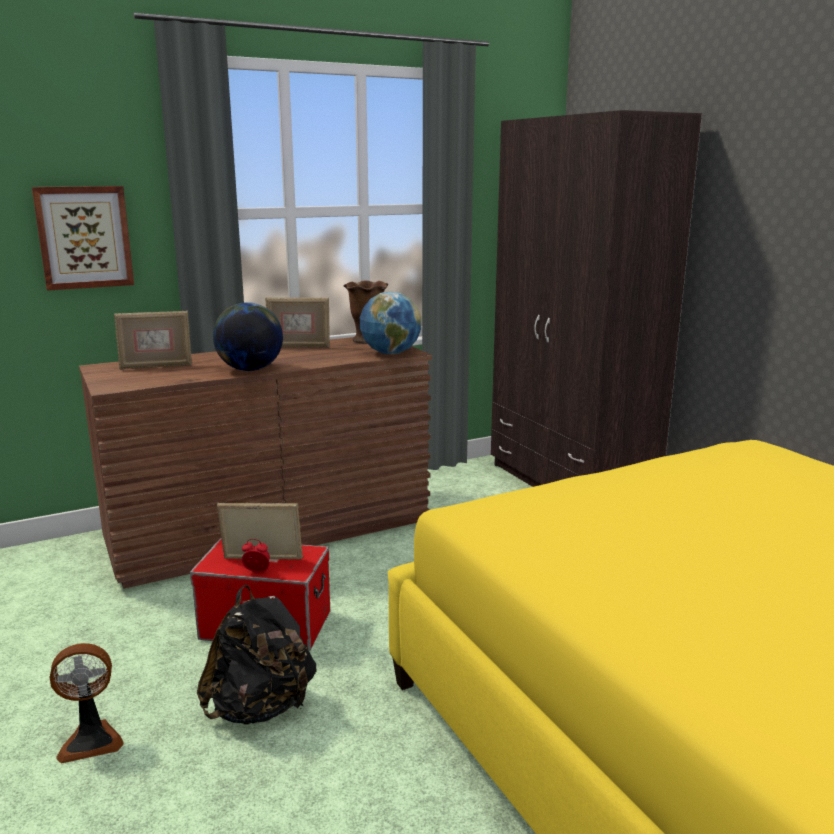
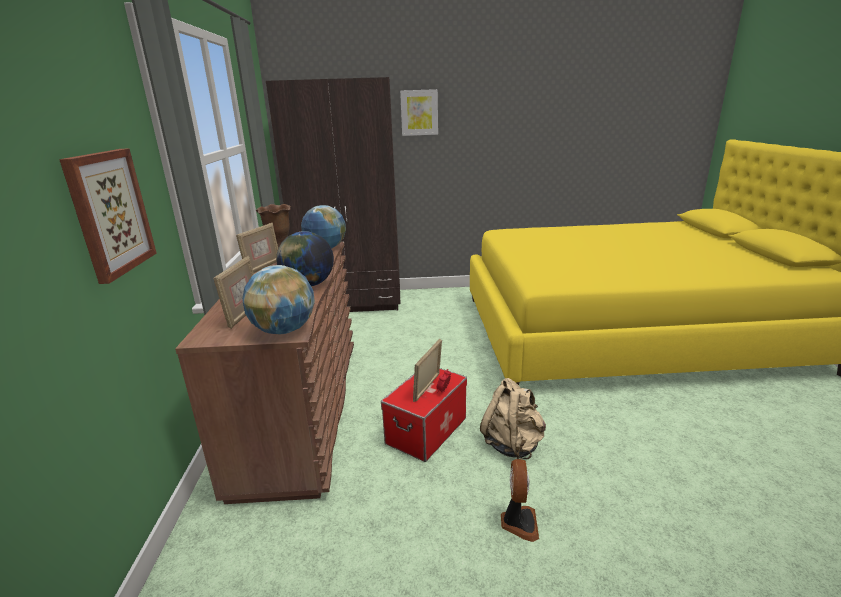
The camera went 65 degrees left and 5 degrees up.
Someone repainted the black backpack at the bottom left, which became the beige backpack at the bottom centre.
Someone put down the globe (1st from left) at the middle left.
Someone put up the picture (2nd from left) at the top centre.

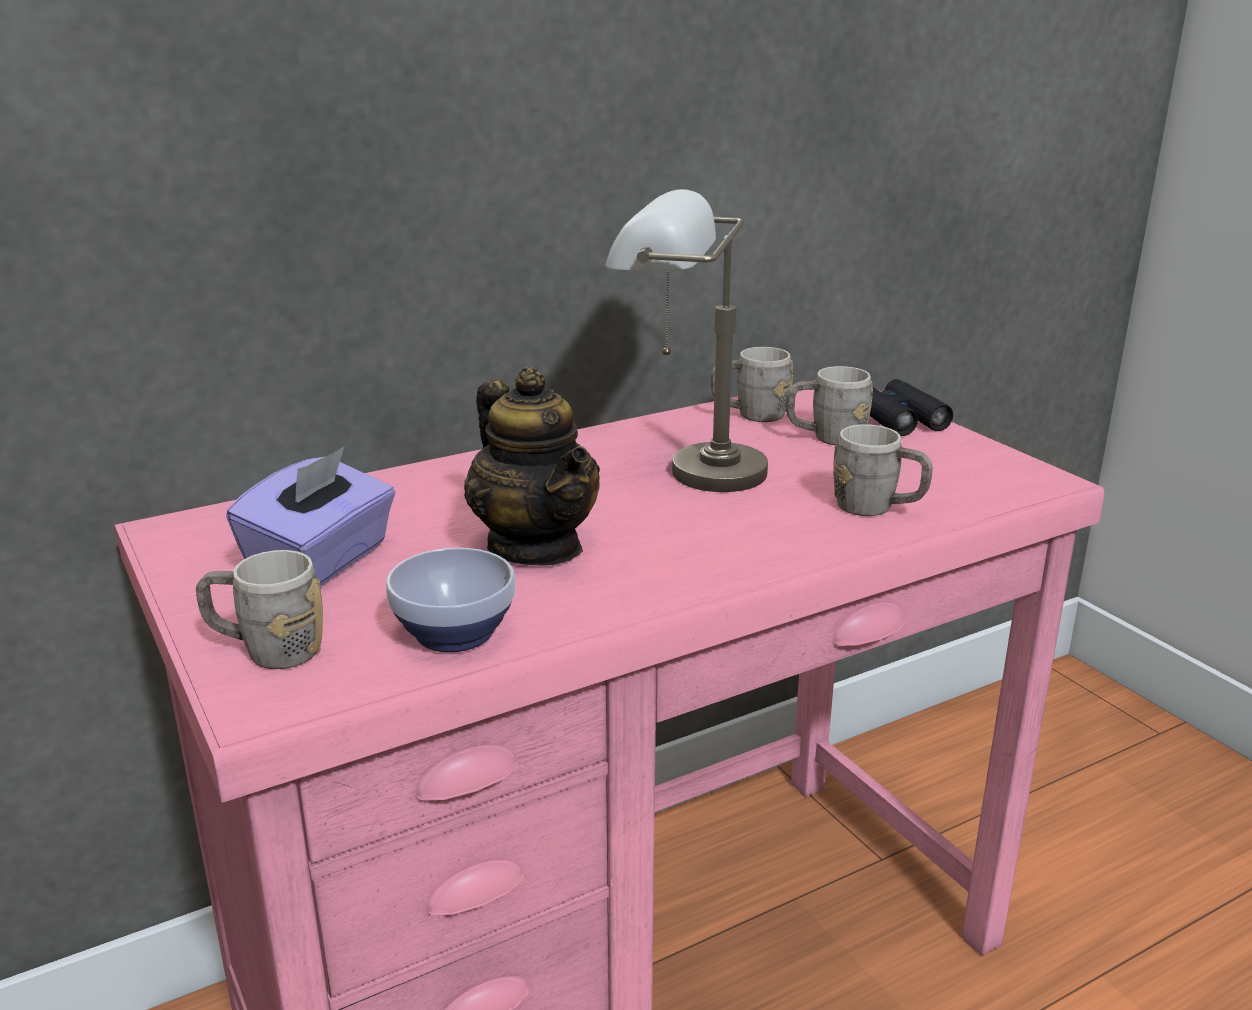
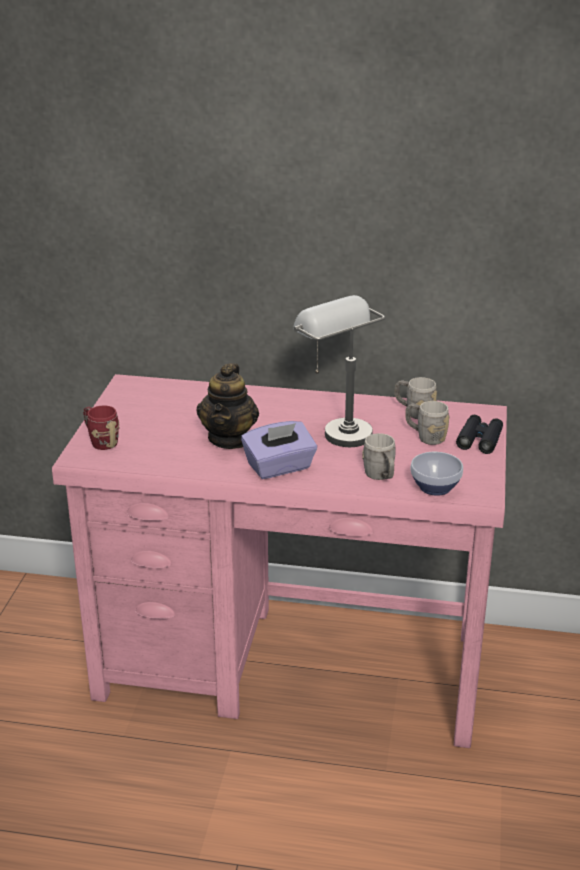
The camera went 40 degrees right and 5 degrees up.
Someone repainted the grey mug (1st from left) at the middle left, which became the red mug at the middle left.
Someone carried the purple tissue box from the middle left to the centre.
Someone carried the bowl from the centre to the middle right.

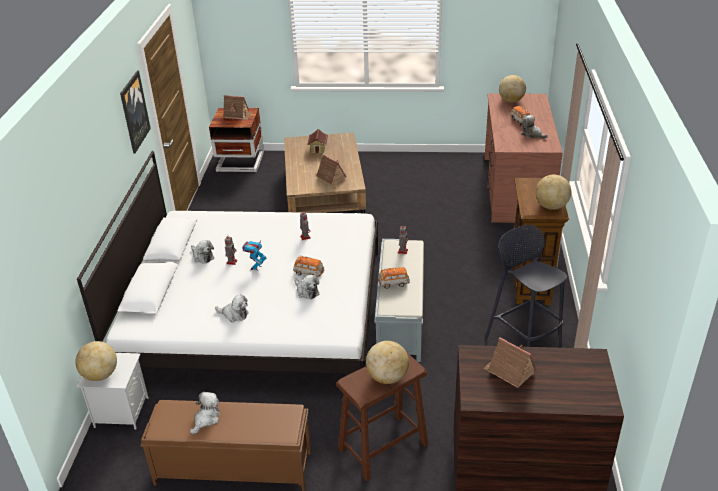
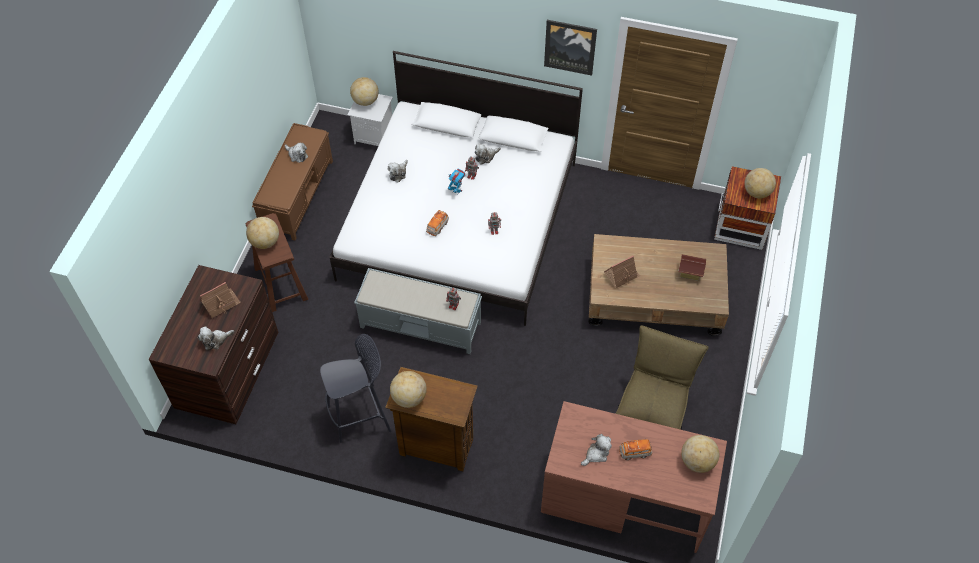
The camera went 100 degrees right and 20 degrees up.
Someone swapped the toy house (1st from left) at the top left for the globe (5th from left) at the top right.
Someone carried the plush toy (4th from left in the first image) from the centre to the middle left.
Someone took away the toy car (2nd from left) at the centre.
Someone put down the beige office chair at the bottom right.

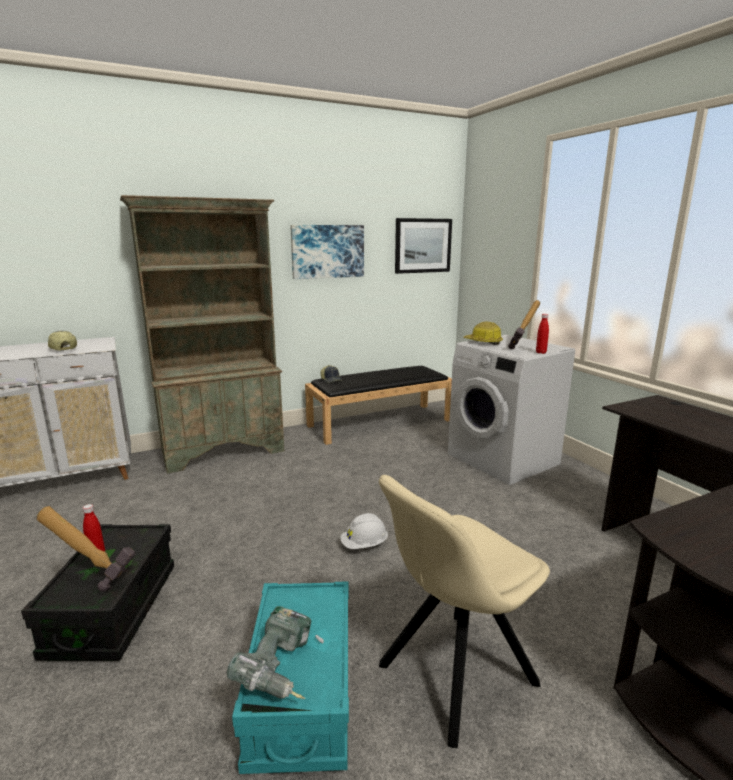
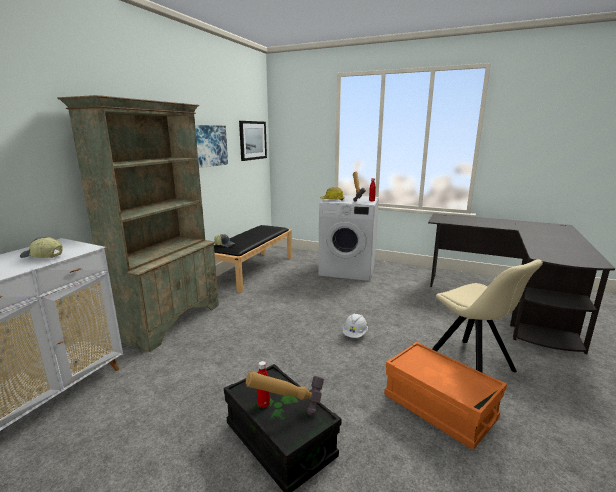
The camera went 40 degrees left and 0 degrees up.
Someone took away the power drill at the bottom centre.
Someone repainted the turquoise storage box at the bottom centre, which became the orange storage box at the bottom right.
Someone rotated the beige chair at the bottom centre by 45 degrees counterclockwise.

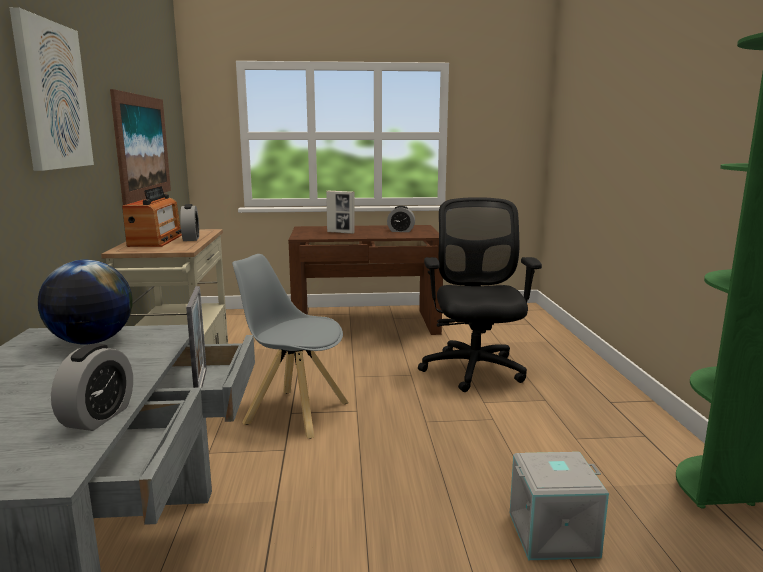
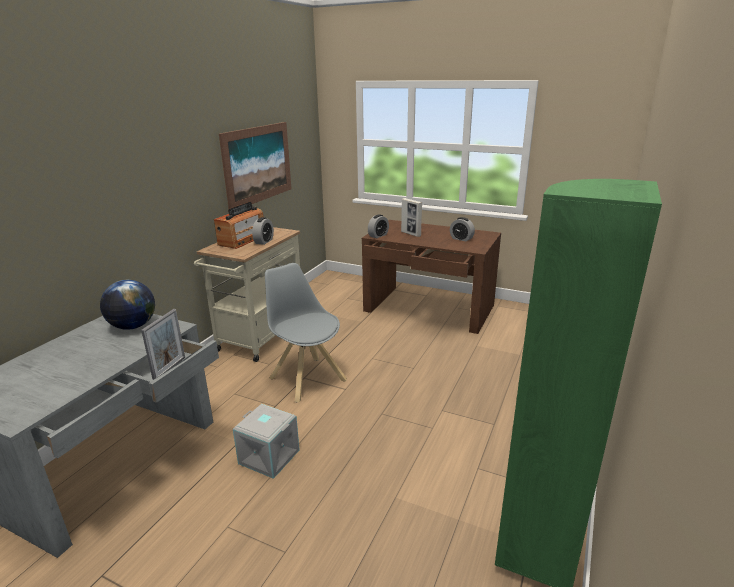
The camera went 30 degrees right and 10 degrees up.
Someone took away the picture (1st from left) at the top left.
Someone carried the alarm clock (1st from left in the first image) from the bottom left to the centre.
Someone took away the black office chair at the centre.
Someone carried the grey storage box from the bottom right to the bottom centre.

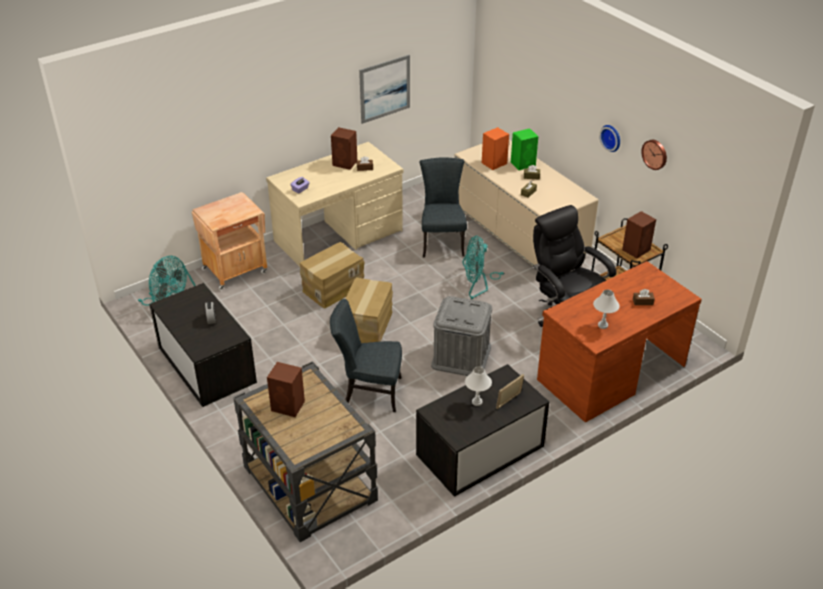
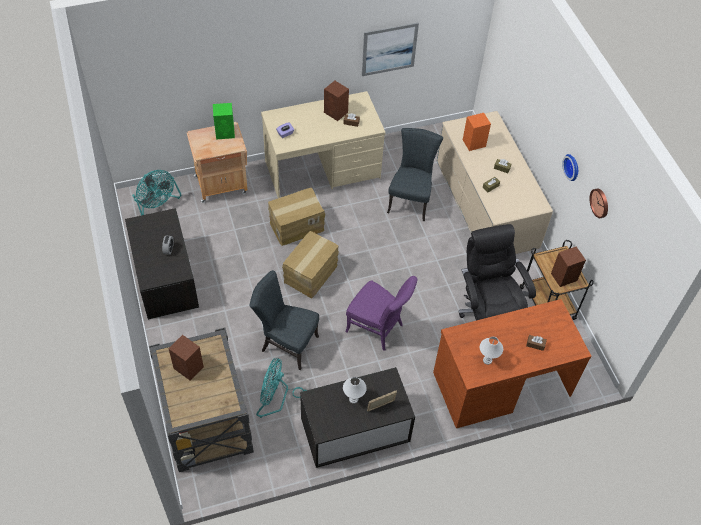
The camera went 15 degrees right and 15 degrees up.
Someone swapped the grey storage box at the centre for the purple chair at the centre.
Someone carried the turquoise fan (2nd from left) from the centre to the bottom centre.
Someone carried the green speaker from the top centre to the top left.

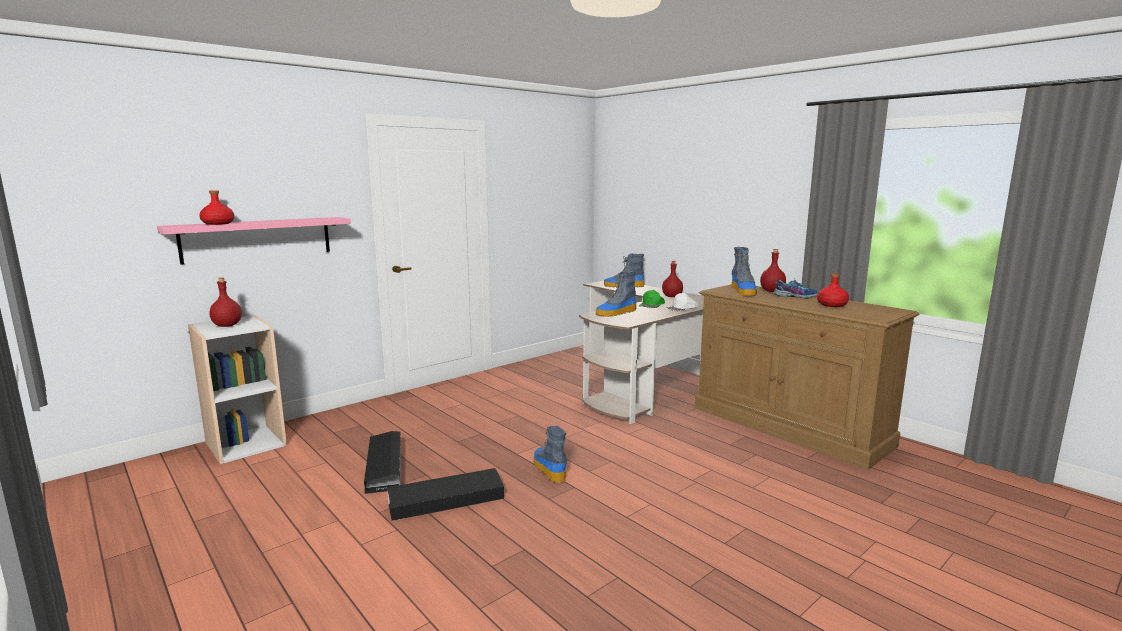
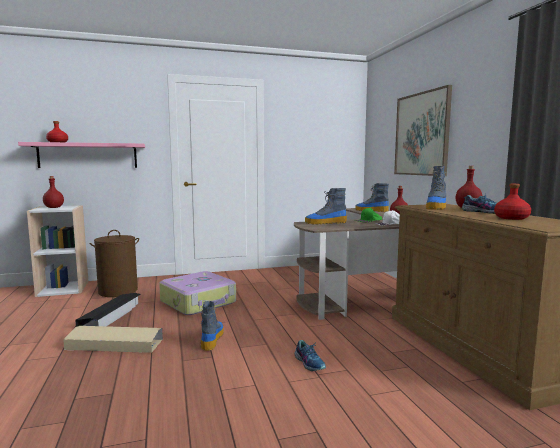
The camera went 25 degrees right and 5 degrees down.
Someone repainted the black storage box (2nd from left) at the bottom centre, which became the beige storage box at the bottom left.
Someone put down the brown laundry basket at the middle left.
Someone put down the suitcase at the centre.
Someone put down the shoe (1st from left) at the bottom centre.
Someone put up the picture at the top right.

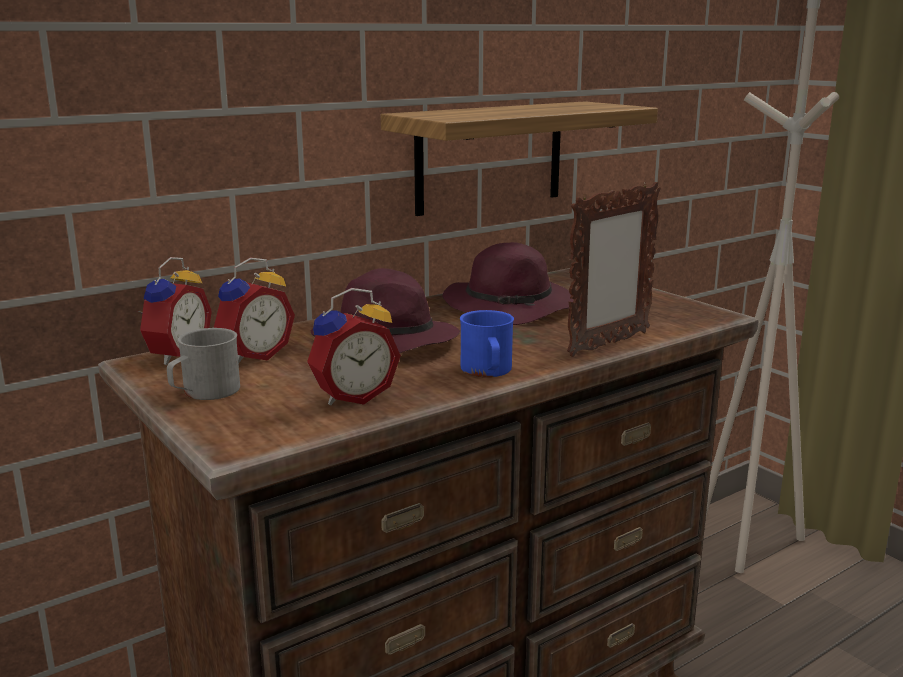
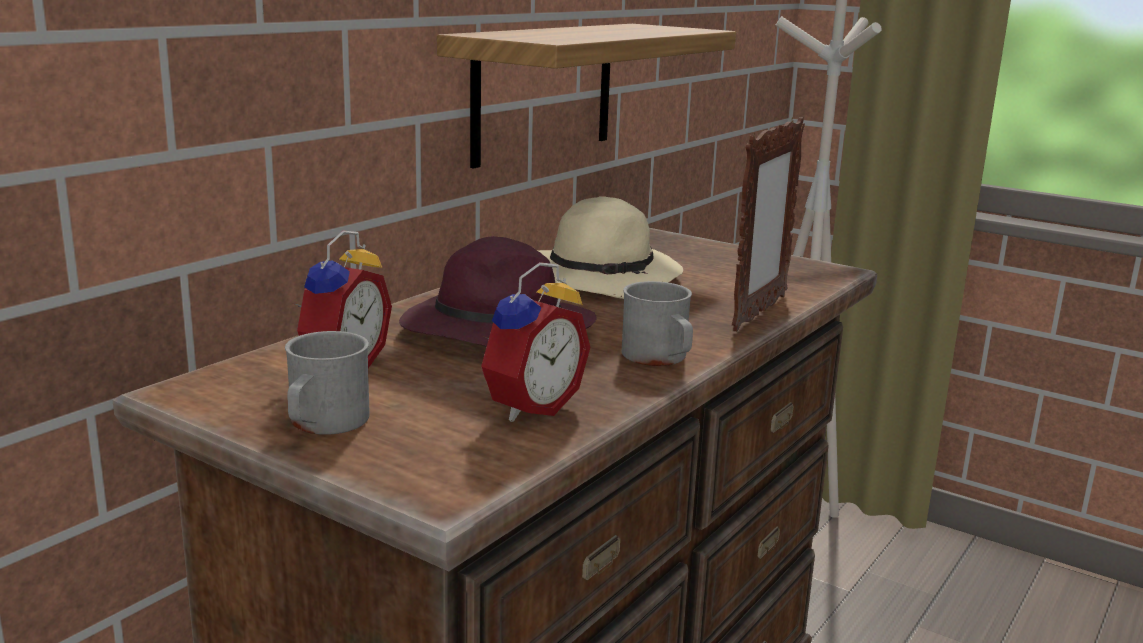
The camera went 20 degrees left and 0 degrees up.
Someone took away the alarm clock (1st from left) at the middle left.
Someone repainted the purple hat (2nd from left) at the centre, which became the beige hat at the centre.
Someone repainted the blue mug at the centre, which became the grey mug (2nd from left) at the centre.

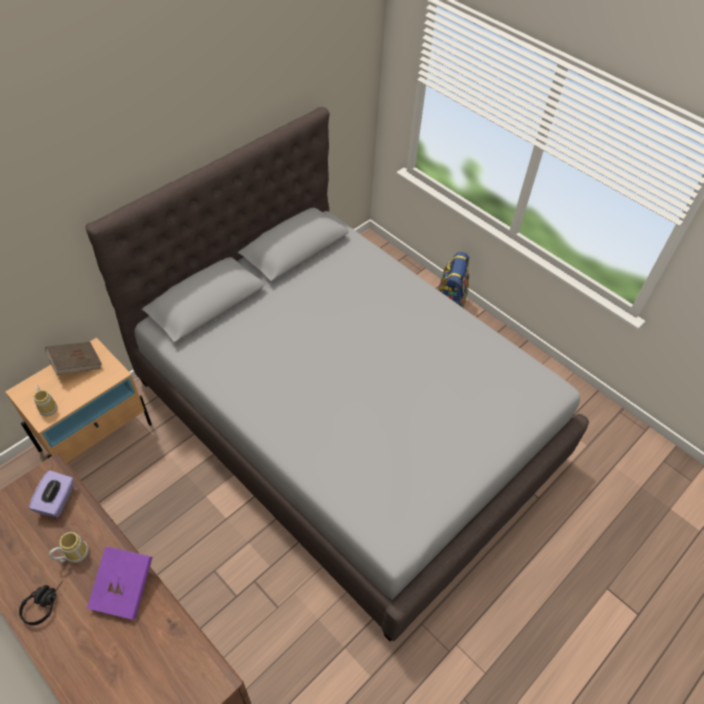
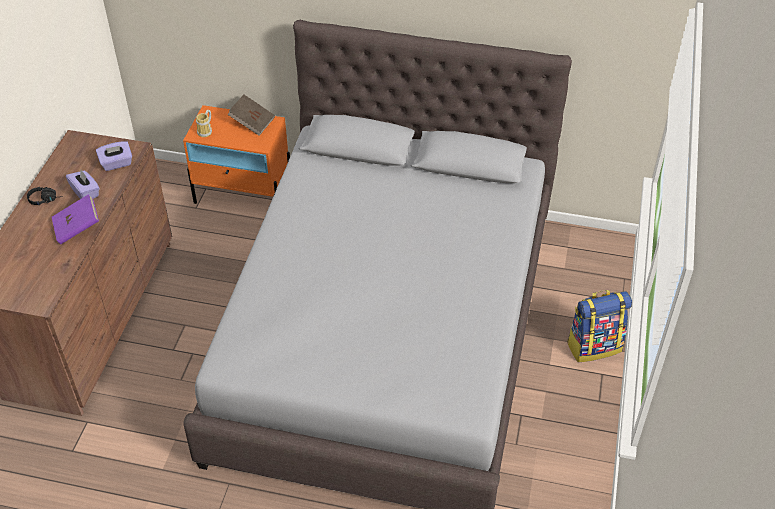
The camera went 60 degrees right and 5 degrees down.
Someone repainted the beige nightstand at the middle left, which became the orange nightstand at the top left.
Someone swapped the mug (2nd from left) at the bottom left for the purple tissue box (1st from left) at the middle left.

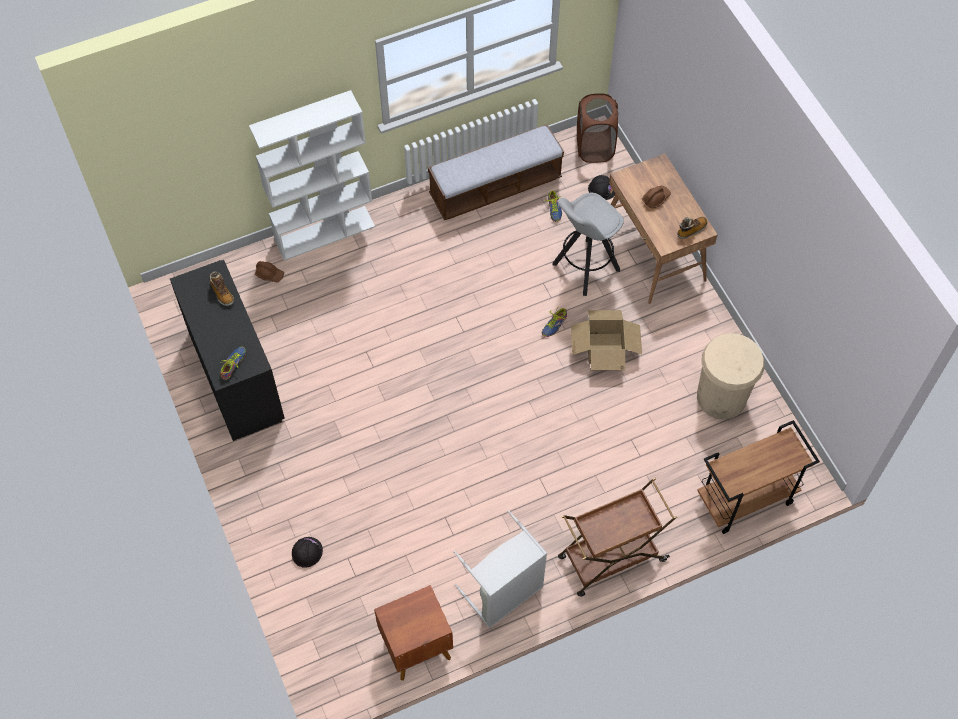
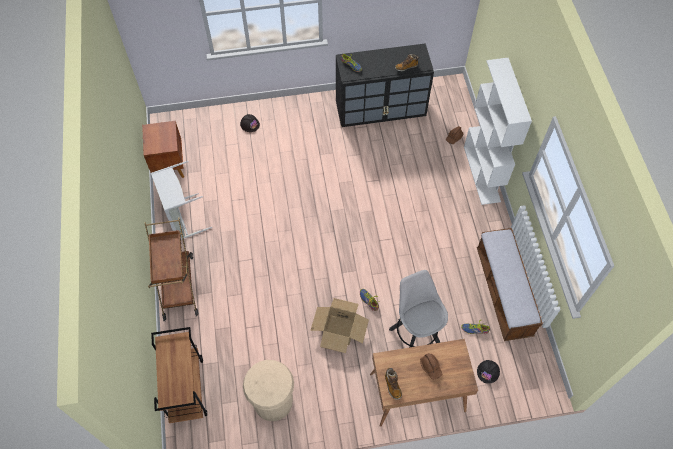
The camera went 105 degrees right and 0 degrees up.
Someone took away the brown laundry basket at the top centre.

